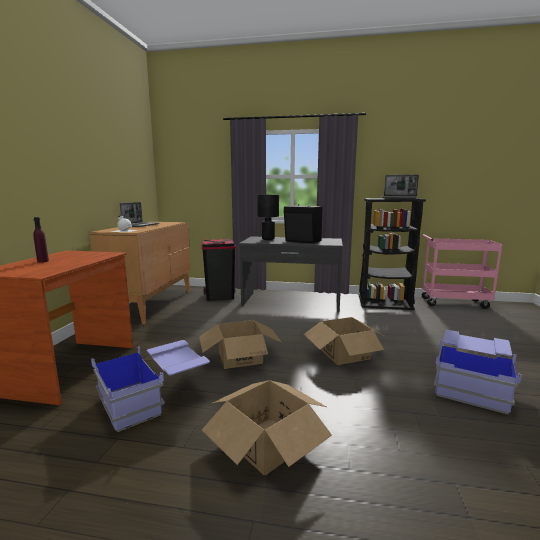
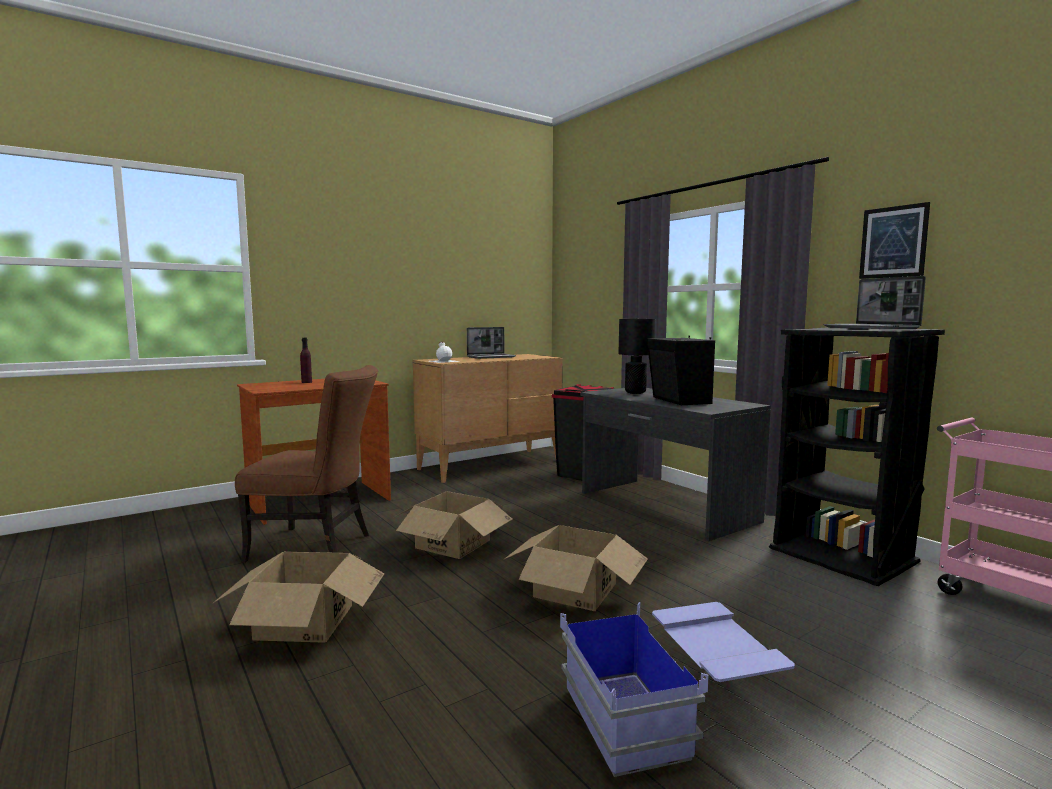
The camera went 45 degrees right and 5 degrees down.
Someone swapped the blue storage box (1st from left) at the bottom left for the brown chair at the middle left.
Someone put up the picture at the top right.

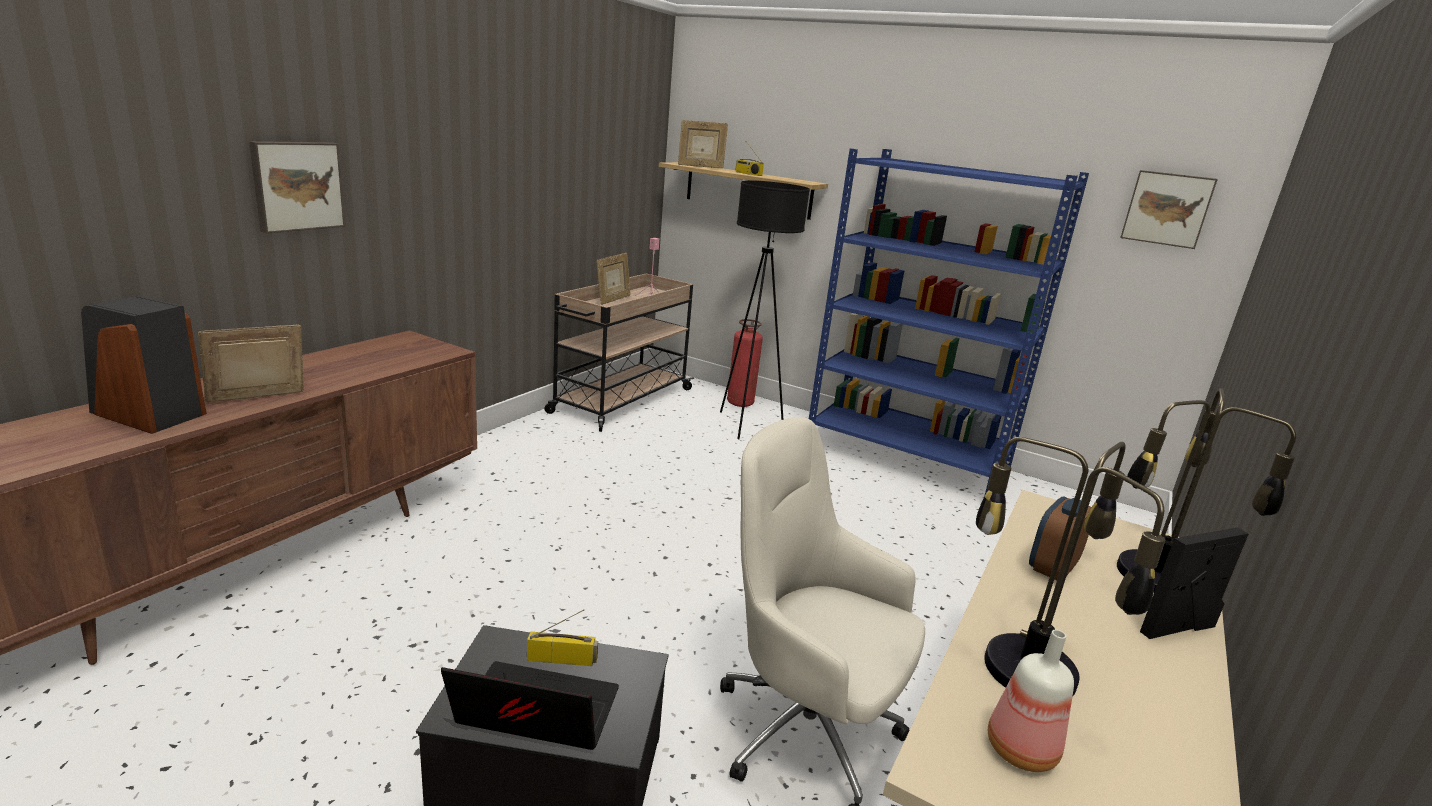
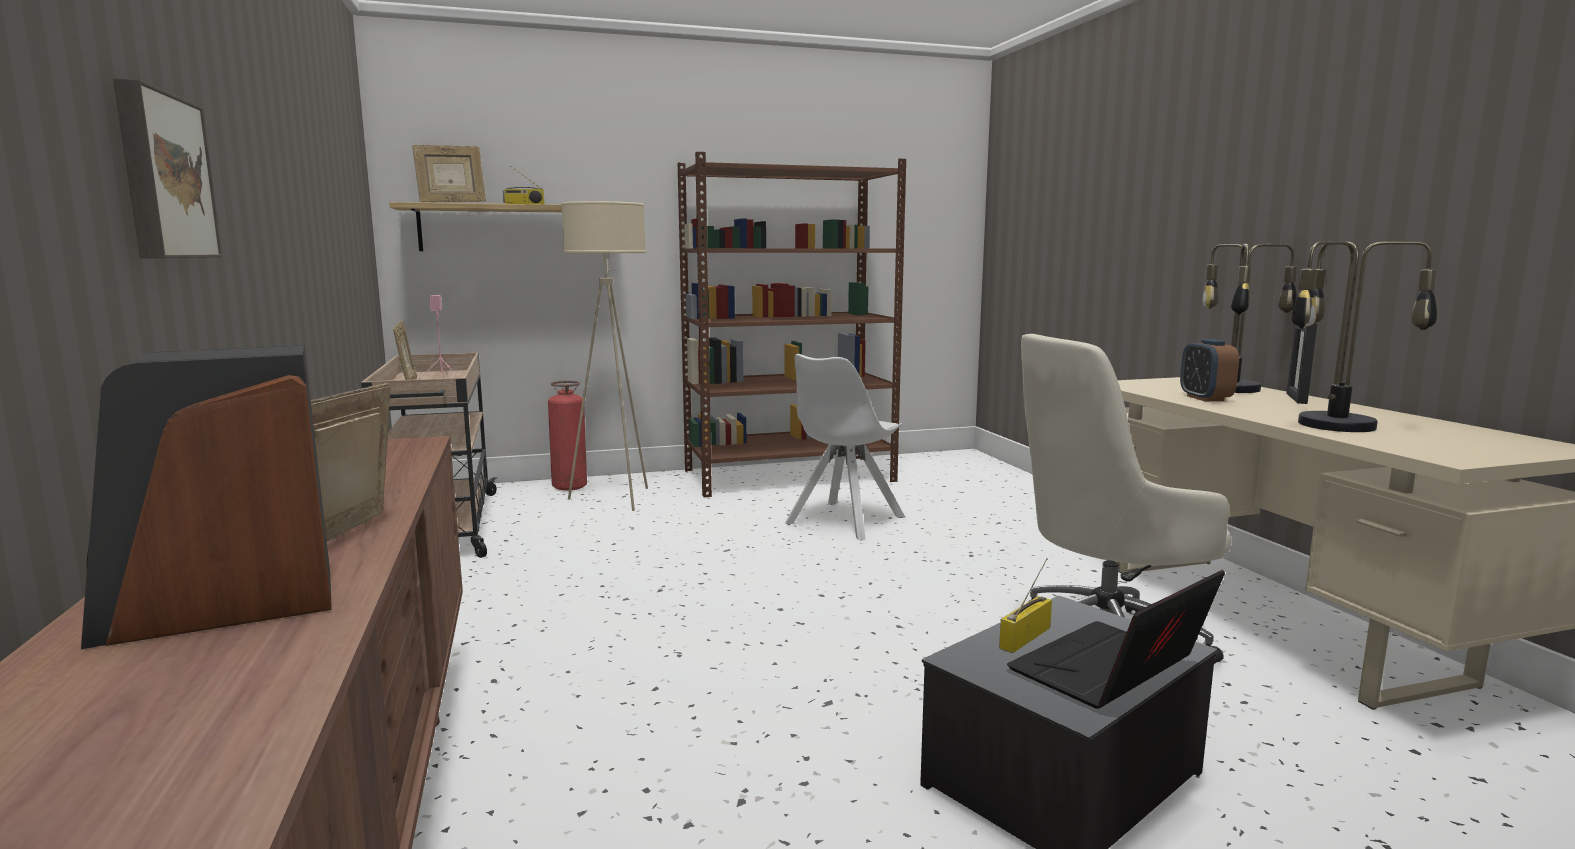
The camera went 45 degrees left and 10 degrees down.
Someone repainted the black floor lamp at the centre, which became the beige floor lamp at the centre.
Someone repainted the blue bookcase at the centre, which became the brown bookcase at the centre.
Someone took away the bottle at the bottom right.
Someone took away the picture (2nd from left) at the top right.
Someone put down the white chair at the centre.

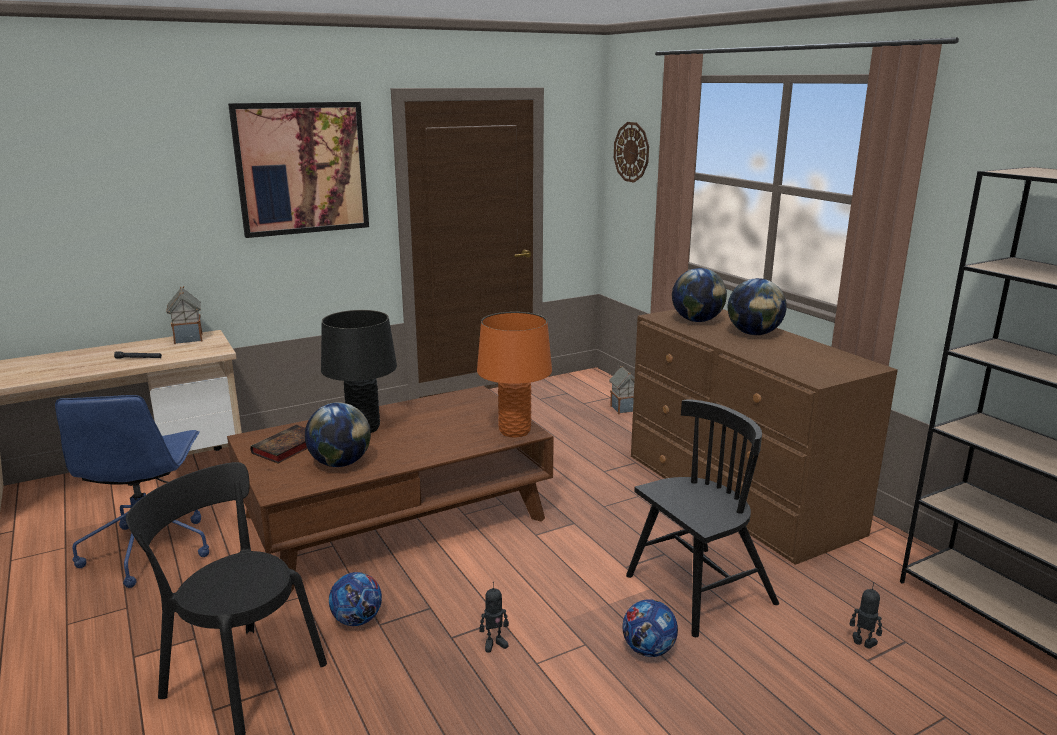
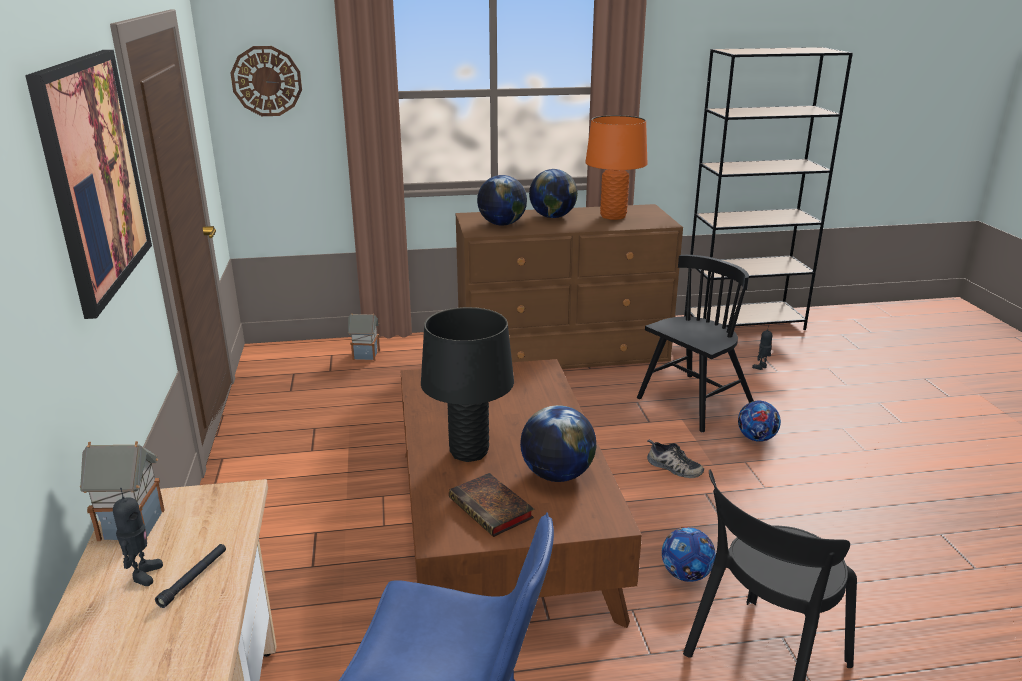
The camera went 70 degrees left and 5 degrees up.
Someone carried the orange table lamp from the centre to the top centre.
Someone carried the toy robot (1st from left) from the bottom centre to the bottom left.
Someone rotated the black chair (2nd from left in the first image) at the bottom centre by 60 degrees clockwise.
Someone put down the shoe at the bottom centre.

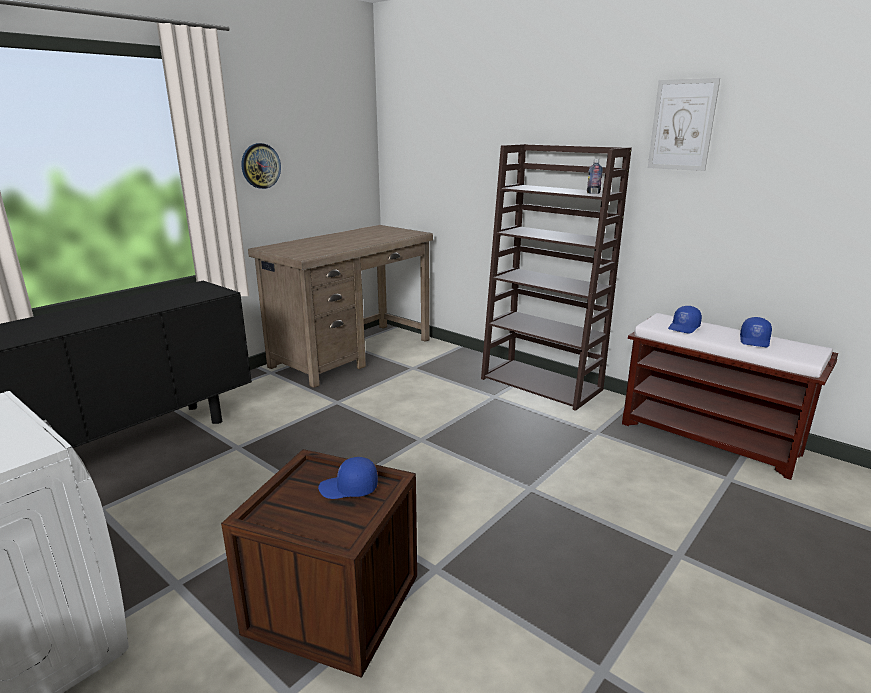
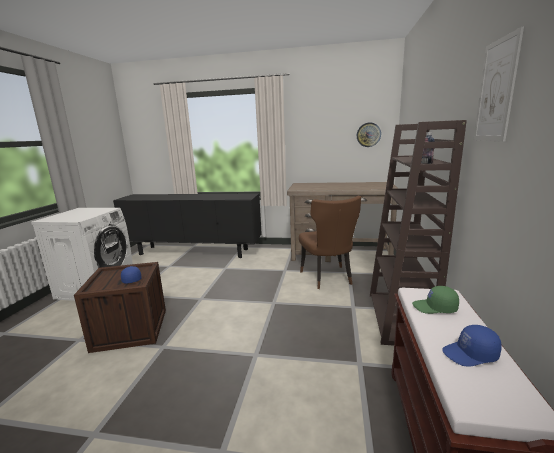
The camera went 60 degrees right and 5 degrees down.
Someone carried the wall clock from the top left to the top centre.
Someone repainted the blue cap (2nd from left) at the middle right, which became the green cap at the middle right.
Someone put down the brown chair at the centre.

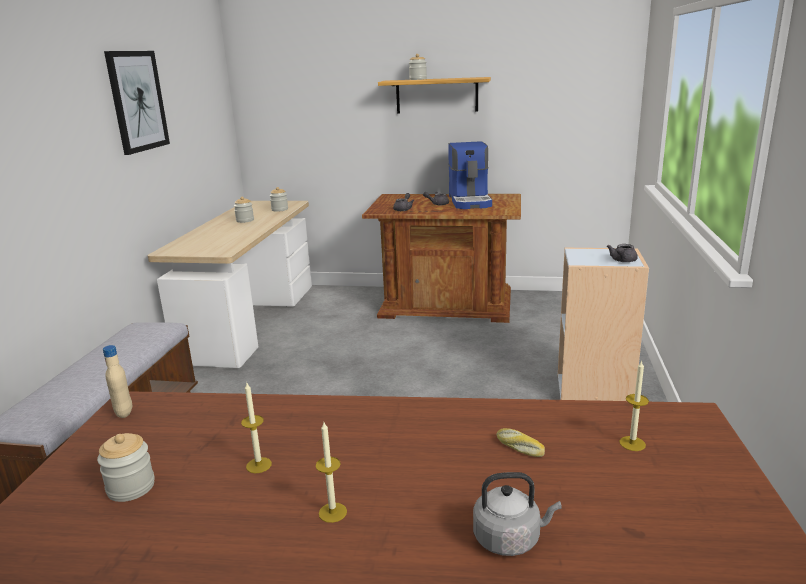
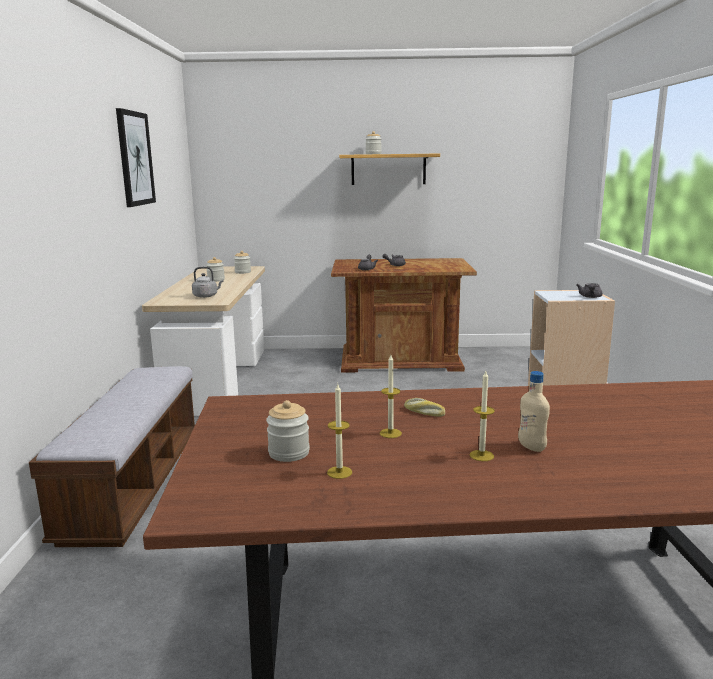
The camera went 10 degrees left and 5 degrees down.
Someone carried the beige bottle from the middle left to the middle right.
Someone took away the coffee machine at the top centre.
Someone carried the grey kettle from the bottom centre to the middle left.
Someone carried the bread from the bottom centre to the centre.
Someone carried the candle (3rd from left in the first image) from the bottom right to the centre.

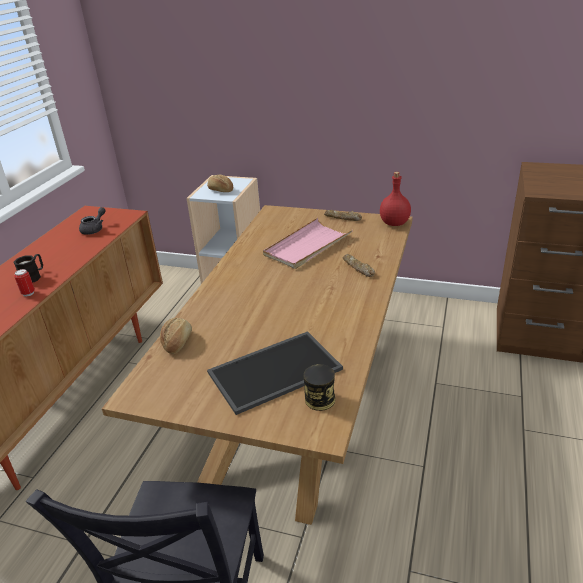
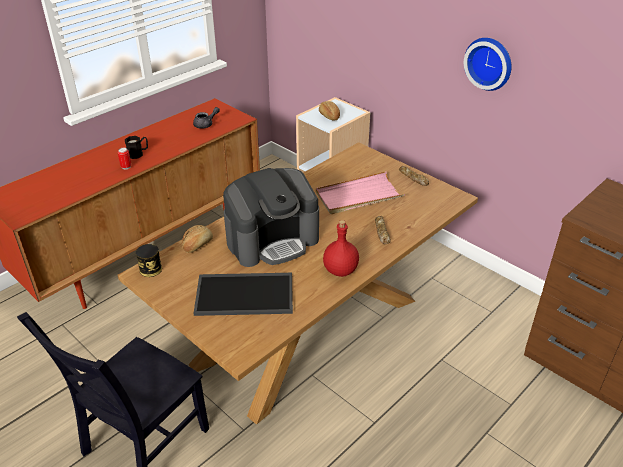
The camera went 25 degrees right and 5 degrees up.
Someone carried the can (2nd from left) from the centre to the middle left.
Someone carried the red bottle from the middle right to the centre.
Someone put down the coffee machine at the centre.
Someone put up the wall clock at the top right.

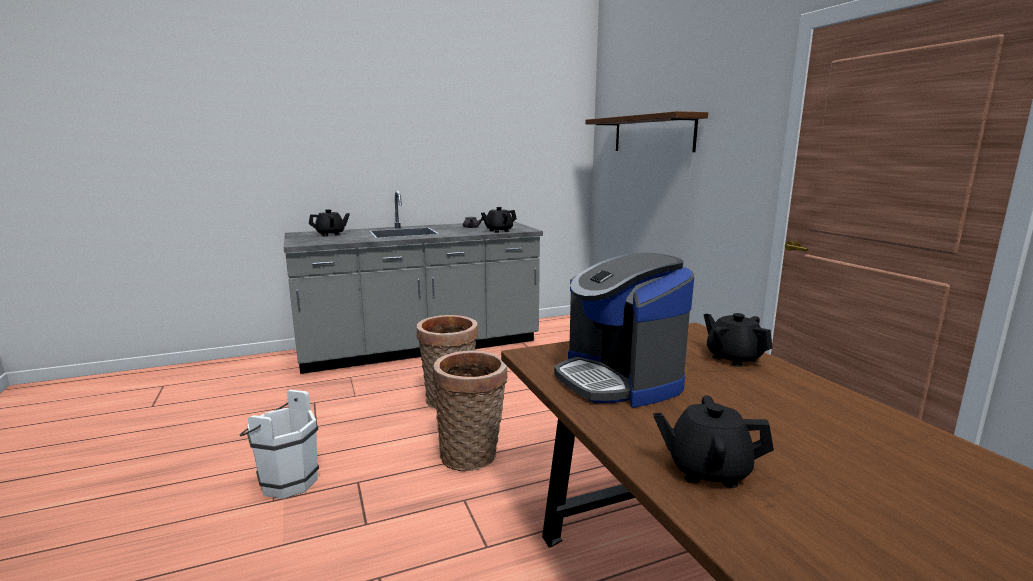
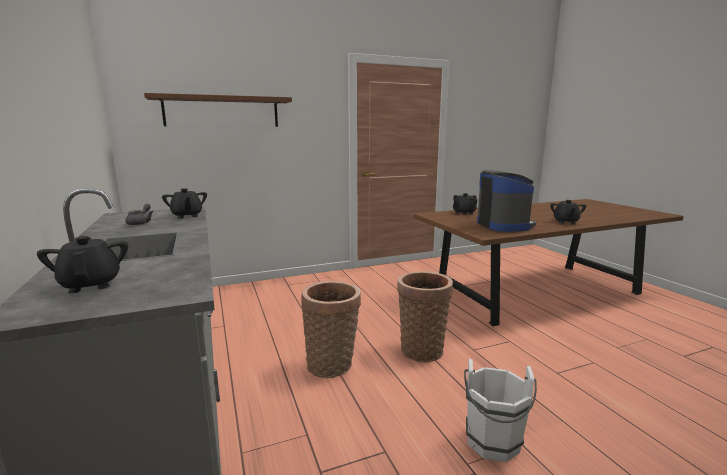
The camera went 90 degrees left and 0 degrees up.
Someone rotated the coffee machine at the centre by 75 degrees counterclockwise.

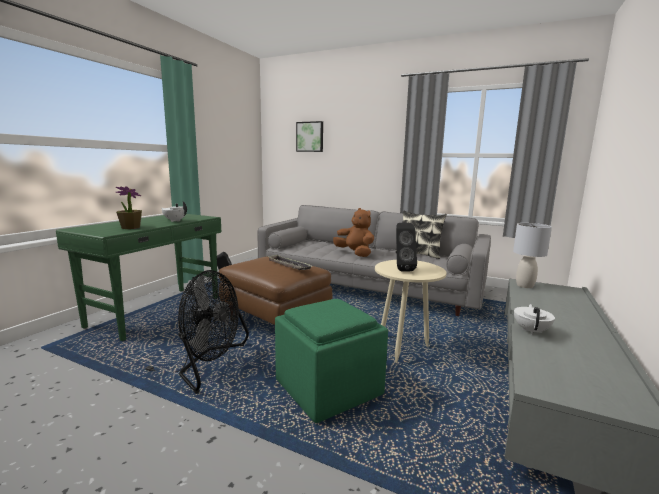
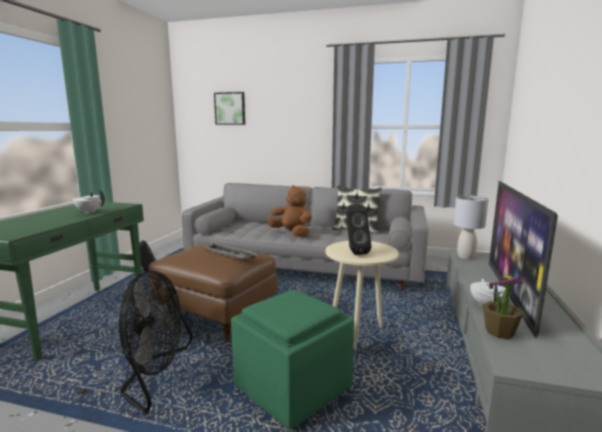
The camera went 10 degrees left and 0 degrees up.
Someone carried the potted plant from the middle left to the bottom right.
Someone put down the television at the middle right.

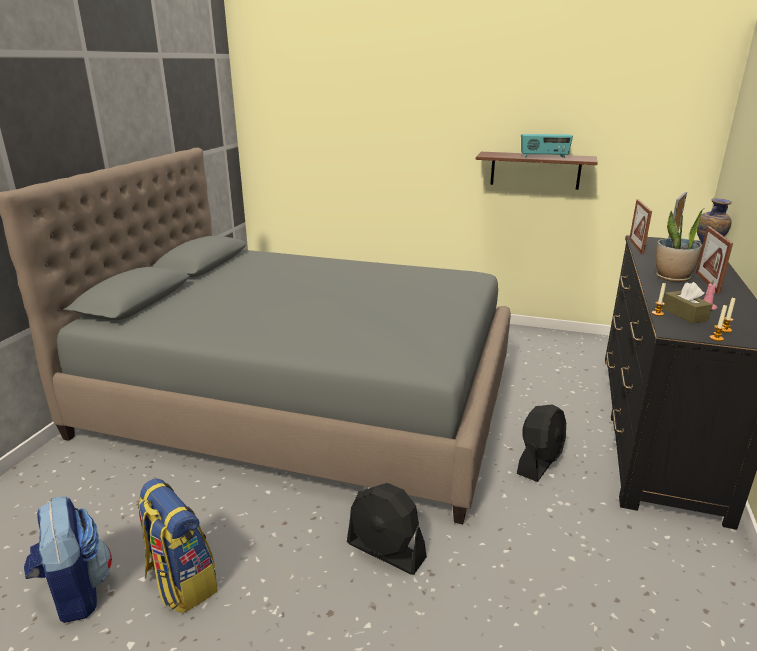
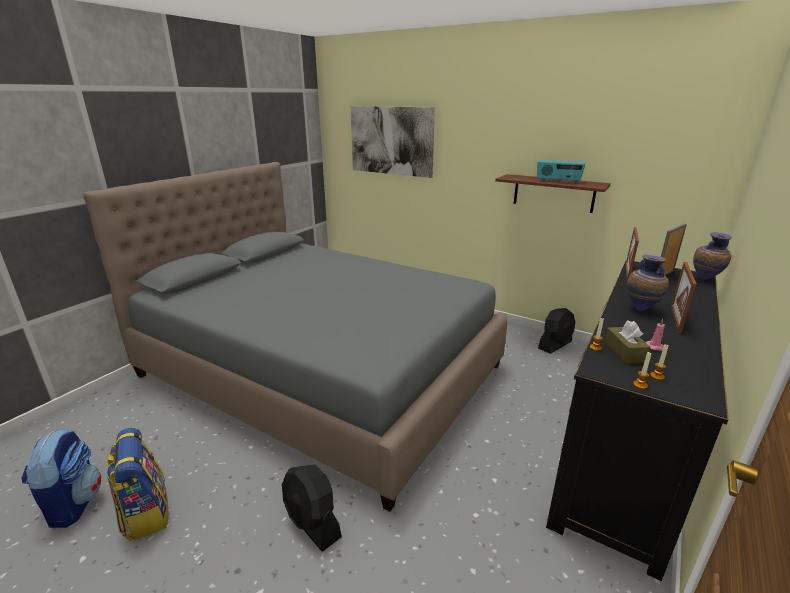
The camera went 15 degrees right and 0 degrees up.
Someone carried the black fan (2nd from left) from the bottom right to the middle right.
Someone swapped the potted plant at the middle right for the vase (1st from left) at the middle right.
Someone put up the picture at the top centre.

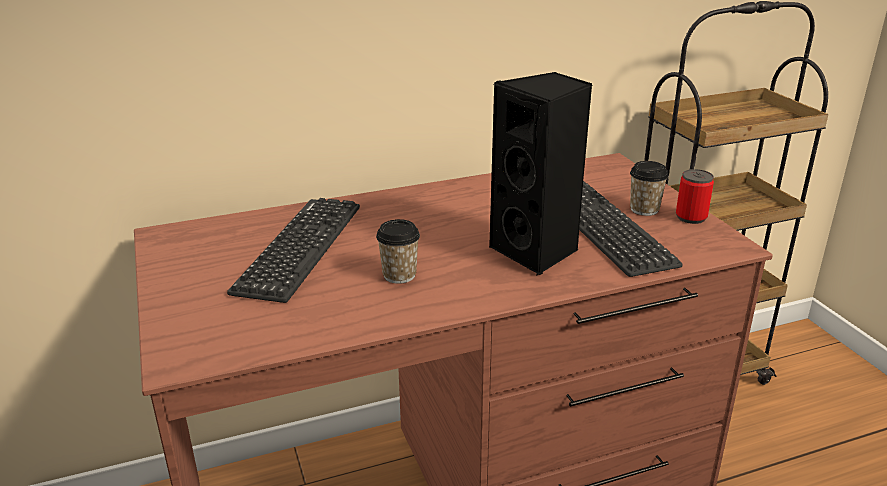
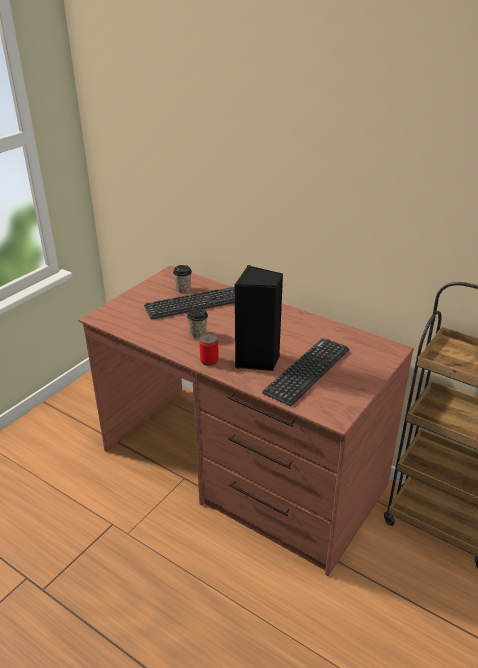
The camera went 55 degrees right and 5 degrees up.
Someone carried the cup (2nd from left in the first image) from the middle right to the centre.
Someone carried the can from the middle right to the centre.

